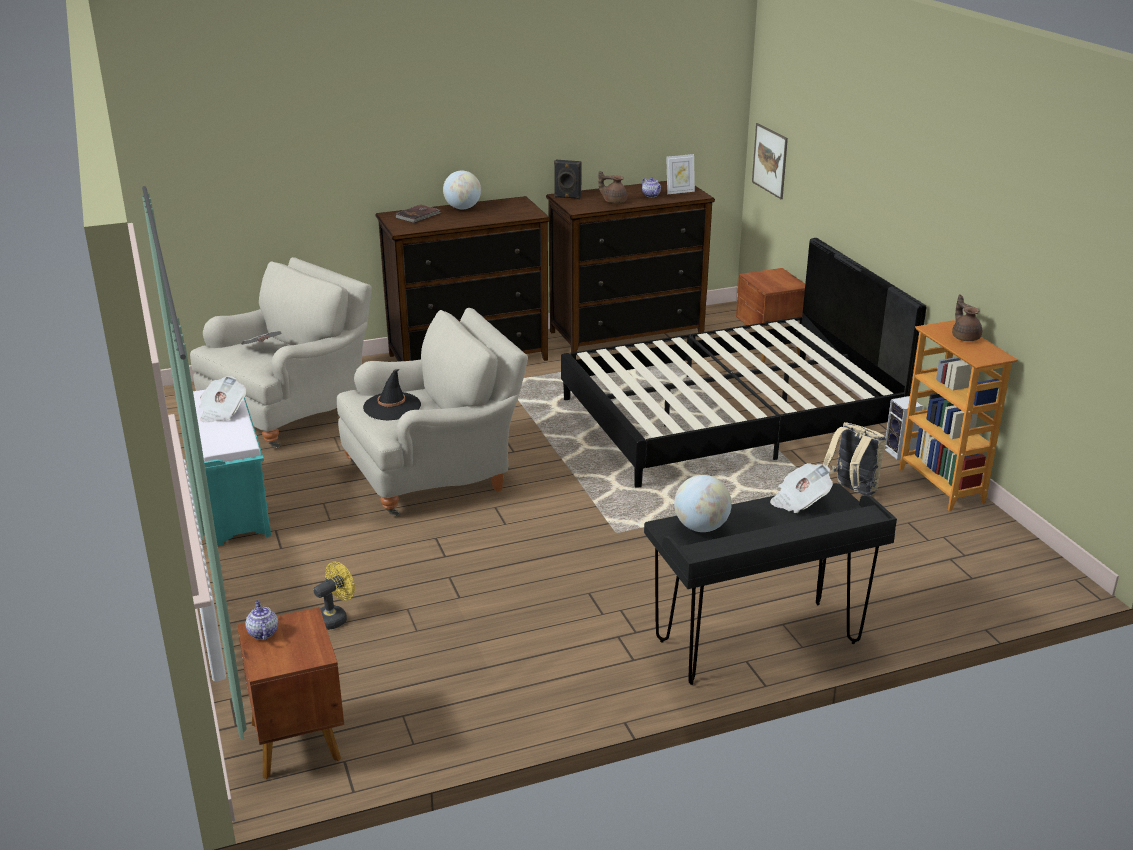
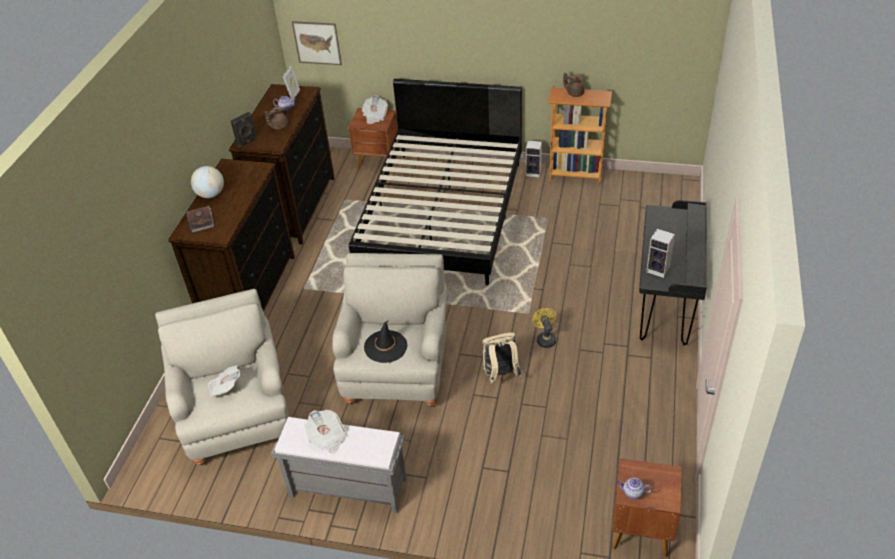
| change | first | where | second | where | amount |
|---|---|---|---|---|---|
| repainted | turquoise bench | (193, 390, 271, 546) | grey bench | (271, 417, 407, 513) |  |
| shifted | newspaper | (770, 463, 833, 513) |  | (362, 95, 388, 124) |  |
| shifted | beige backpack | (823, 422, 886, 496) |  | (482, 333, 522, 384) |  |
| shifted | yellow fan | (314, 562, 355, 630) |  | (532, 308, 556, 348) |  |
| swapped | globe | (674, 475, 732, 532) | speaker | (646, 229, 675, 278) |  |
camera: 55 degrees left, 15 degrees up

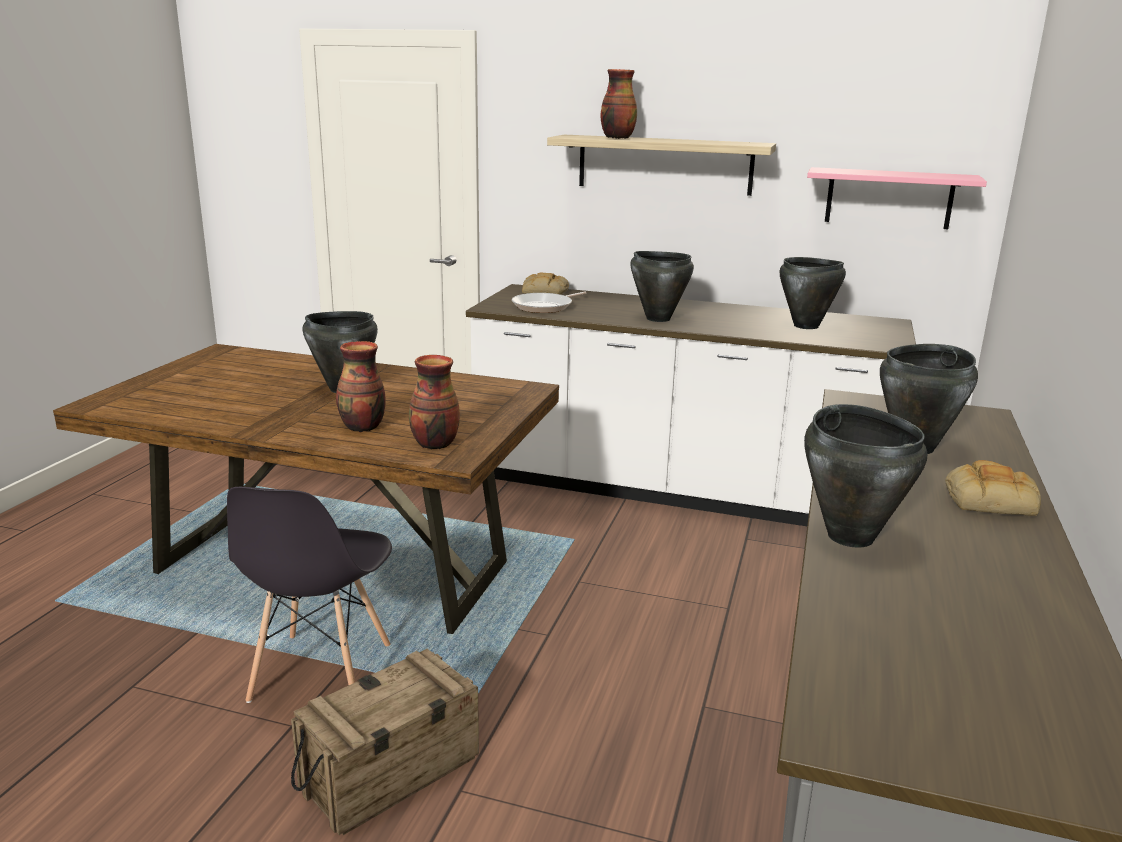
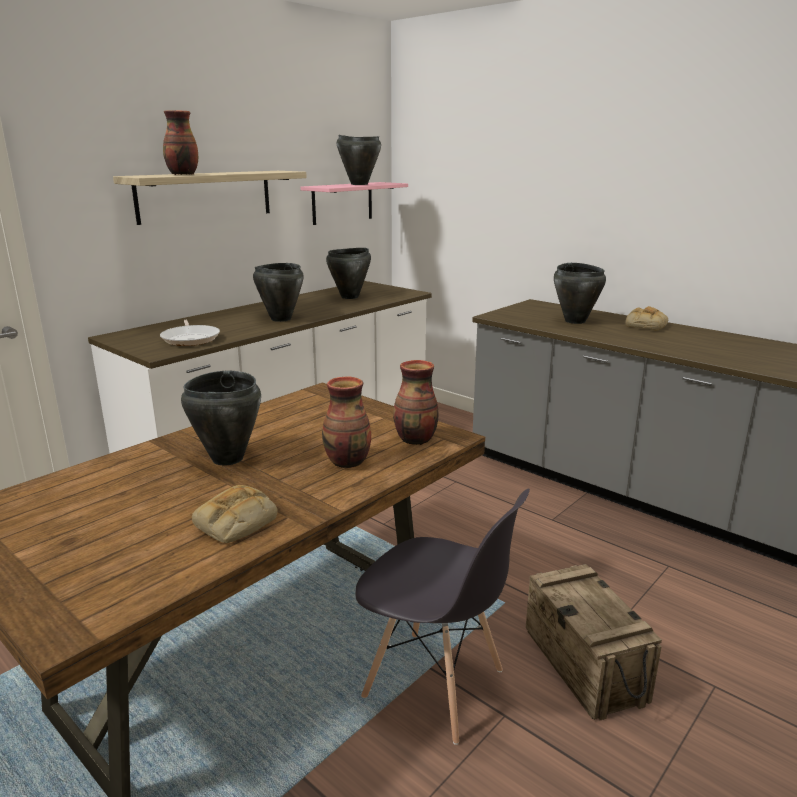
| change | first | where | second | where | amount |
|---|---|---|---|---|---|
| shifted | bread | (522, 273, 569, 295) |  | (192, 485, 278, 543) |  |
| shifted | black cooking pot | (804, 404, 927, 548) |  | (337, 135, 381, 185) |  |
camera: 65 degrees left, 0 degrees up

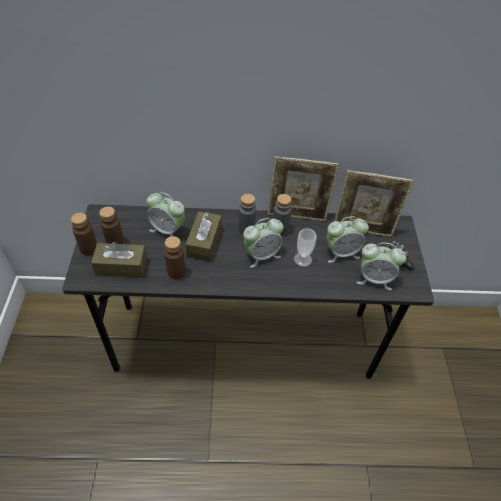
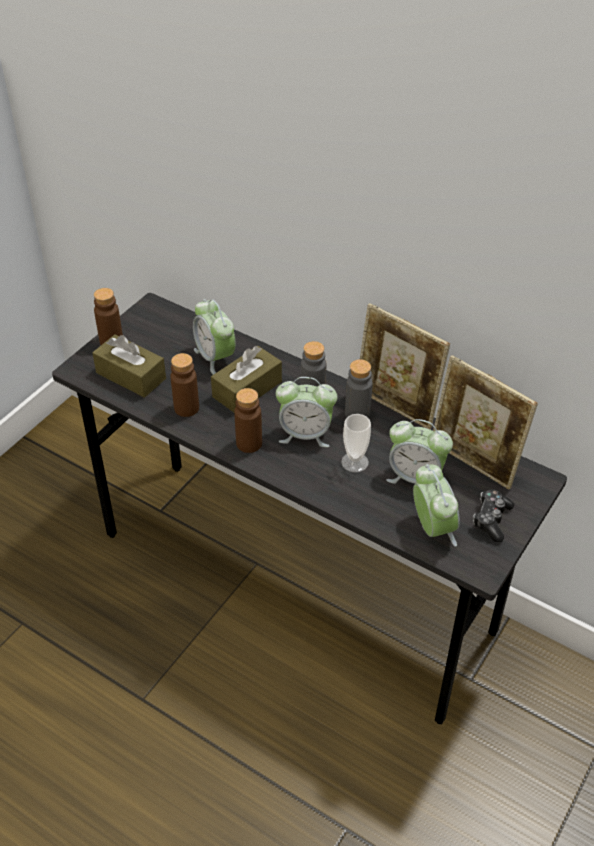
| change | first | where | second | where | amount |
|---|---|---|---|---|---|
| shifted | brown bottle | (99, 206, 124, 244) |  | (234, 388, 262, 453) |  |
| rotated | alarm clock | (356, 242, 406, 290) |  | (413, 464, 460, 547) | 150 degrees counterclockwise |
camera: 35 degrees right, 5 degrees down

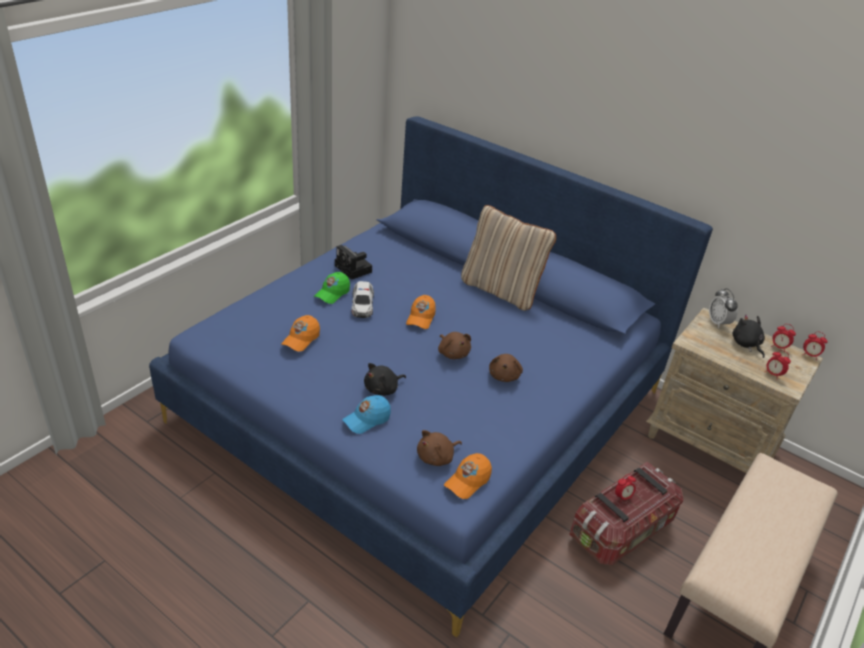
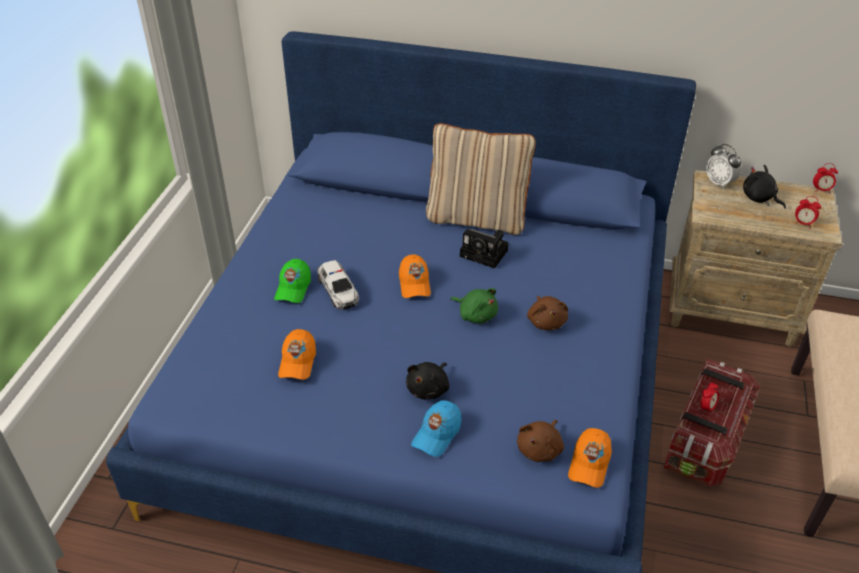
| change | first | where | second | where | amount |
|---|---|---|---|---|---|
| repainted | brown plush toy | (438, 332, 471, 359) | green plush toy | (450, 288, 498, 323) |  |
| shifted | photo camera | (335, 245, 372, 280) |  | (460, 229, 509, 269) |  |
| gone | alarm clock | (771, 324, 796, 352) |  |  |  |
camera: 20 degrees left, 5 degrees up

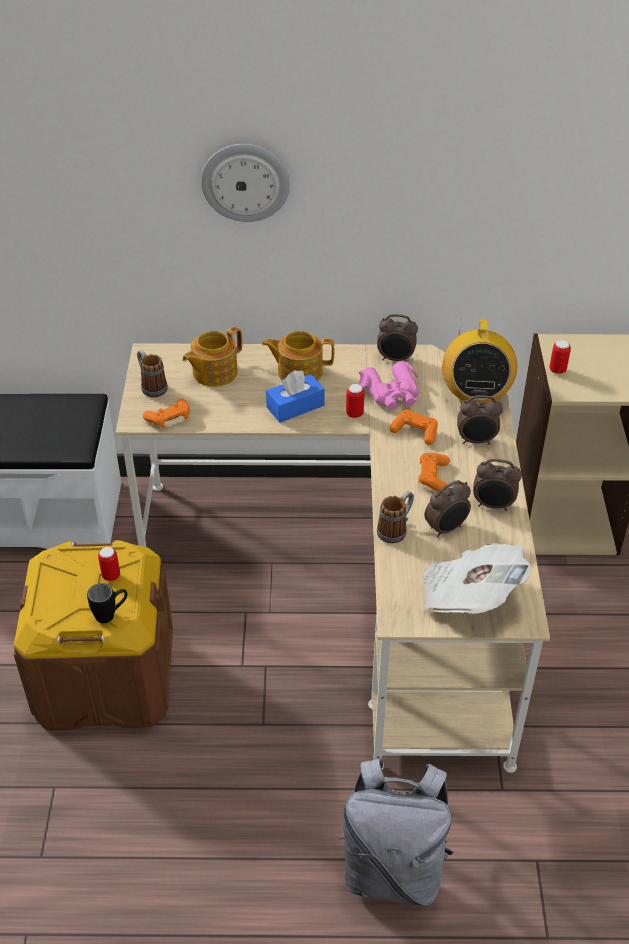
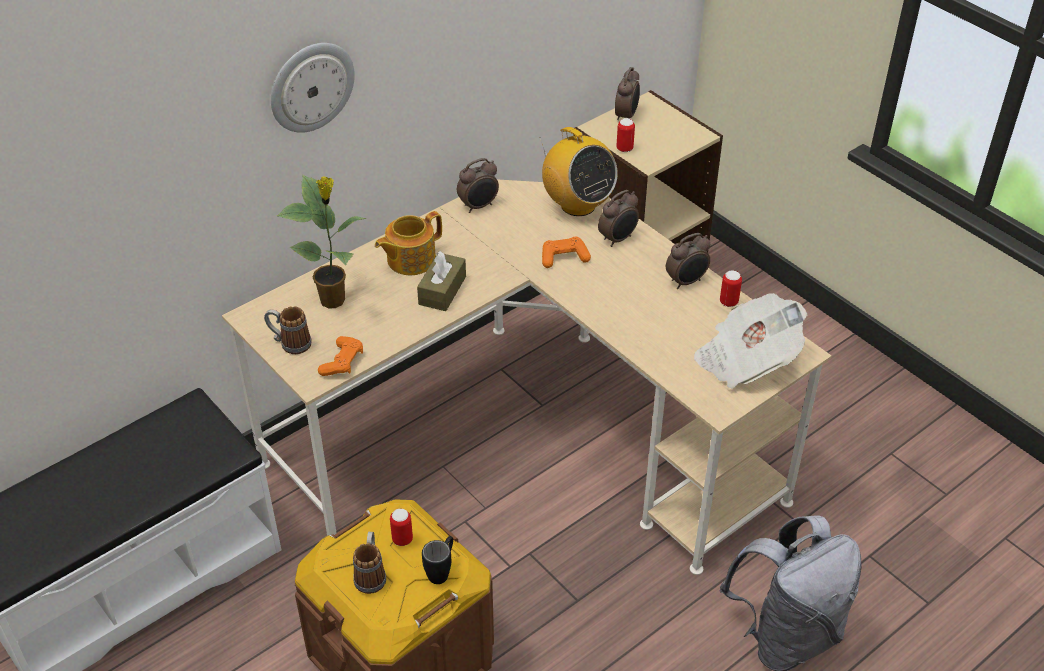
| change | first | where | second | where | amount |
|---|---|---|---|---|---|
| swapped | teapot | (182, 327, 242, 387) | potted plant | (277, 175, 366, 309) |  |
| shifted | mug | (377, 491, 414, 543) |  | (353, 532, 386, 594) |  |
| repainted | blue tissue box | (266, 370, 325, 423) | brown tissue box | (417, 251, 466, 311) |  |
| shifted | alarm clock | (424, 480, 471, 538) |  | (615, 67, 640, 120) |  |
| shifted | can | (346, 384, 364, 418) |  | (720, 270, 742, 307) |  |
| gone | pink binoculars | (359, 361, 419, 410) |  |  |  |
| gone | orange game controller | (419, 453, 450, 491) |  |  |  |
camera: 40 degrees left, 0 degrees up

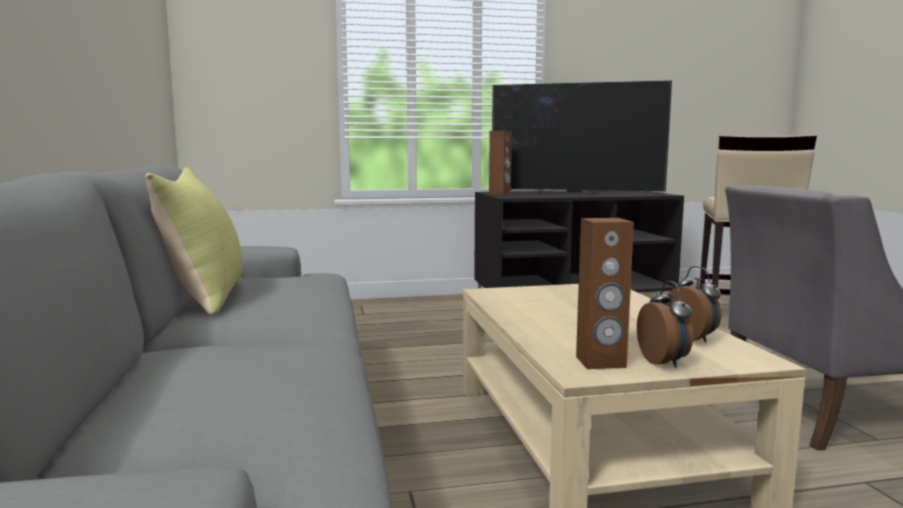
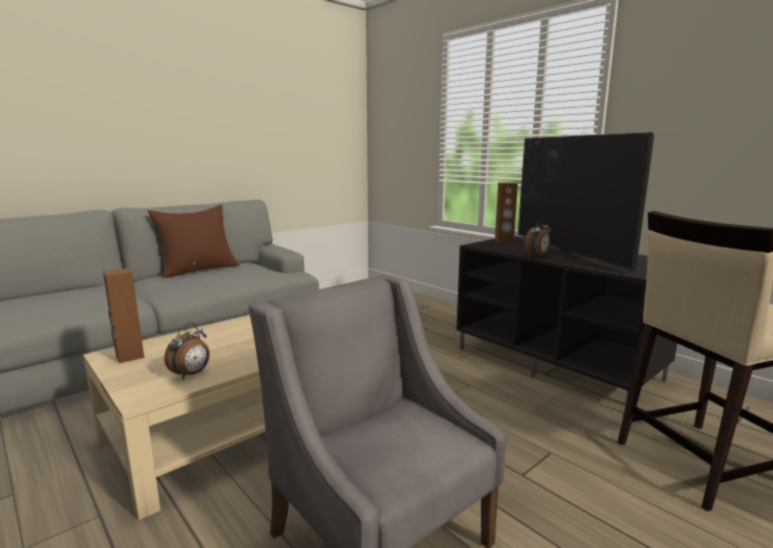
| change | first | where | second | where | amount |
|---|---|---|---|---|---|
| repainted | yellow pillow | (145, 167, 242, 315) | brown pillow | (147, 205, 239, 278) |  |
| shifted | alarm clock | (637, 281, 693, 367) |  | (525, 218, 551, 257) |  |
camera: 60 degrees right, 5 degrees up

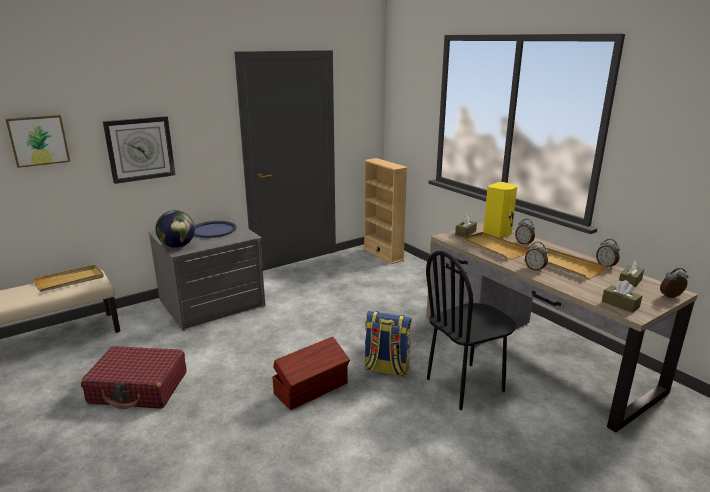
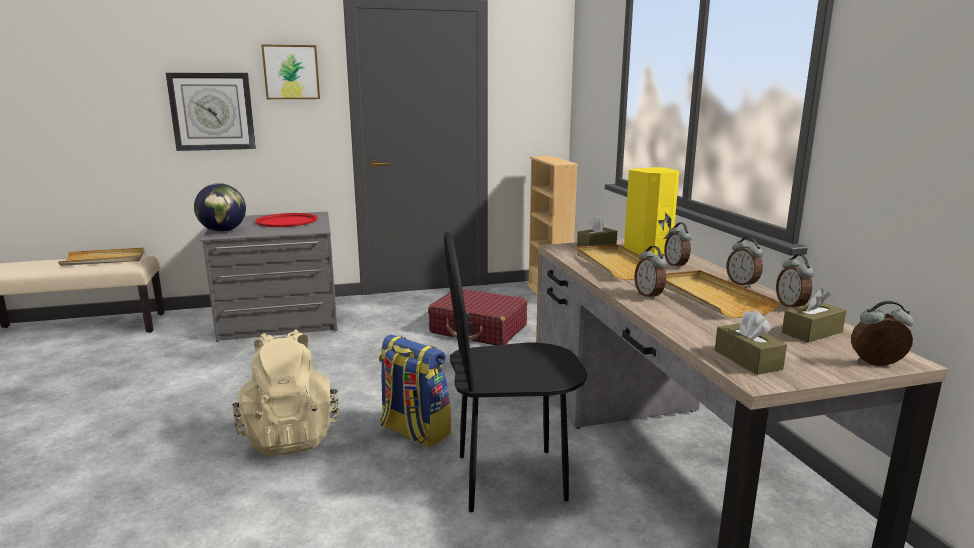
| change | first | where | second | where | amount |
|---|---|---|---|---|---|
| swapped | brown storage box | (272, 337, 350, 410) | beige backpack | (232, 330, 339, 456) |  |
| repainted | blue tray | (194, 221, 237, 238) | red tray | (255, 213, 318, 227) |  |
| shifted | picture | (6, 115, 70, 168) |  | (261, 44, 320, 99) |  |
| shifted | red suitcase | (81, 346, 187, 409) |  | (428, 289, 527, 345) |  |
| new |  |  | alarm clock | (726, 237, 763, 288) |  |
camera: 20 degrees right, 5 degrees down

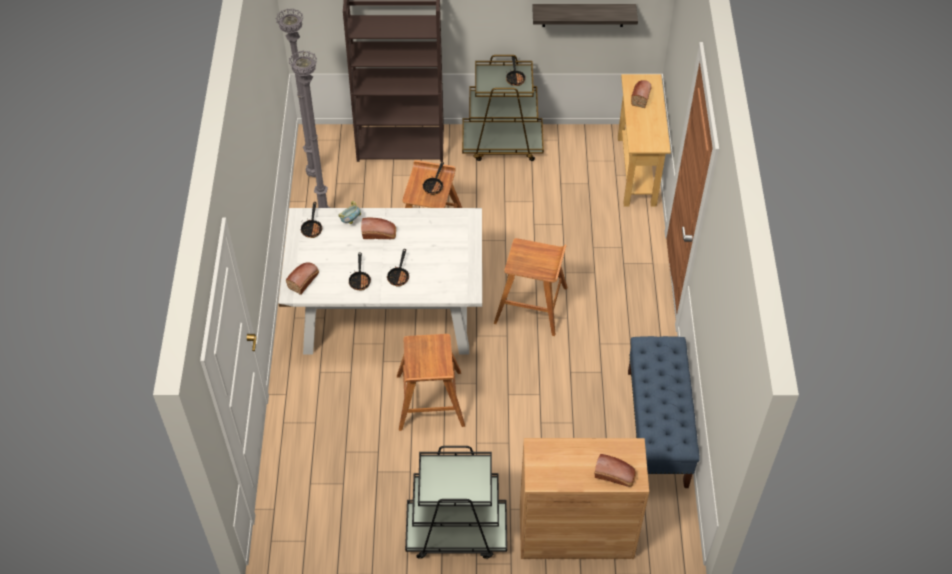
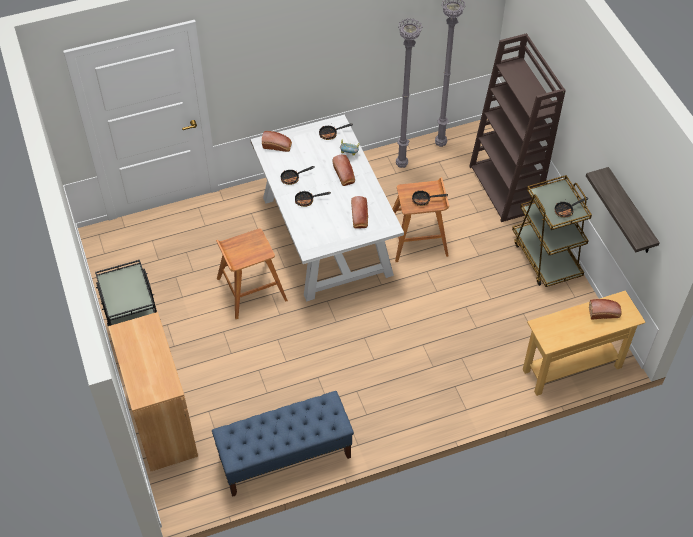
| change | first | where | second | where | amount |
|---|---|---|---|---|---|
| shifted | bread | (595, 454, 636, 487) |  | (351, 196, 368, 229) |  |
| gone | brown stool | (494, 238, 567, 336) |  |  |  |
camera: 70 degrees right, 0 degrees up

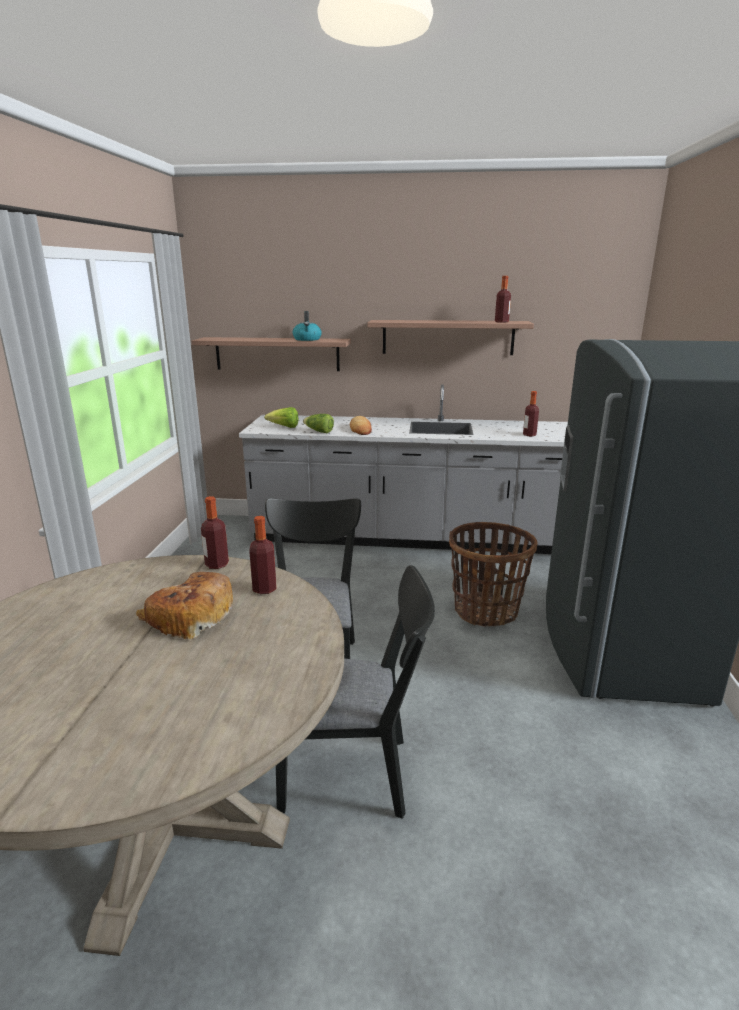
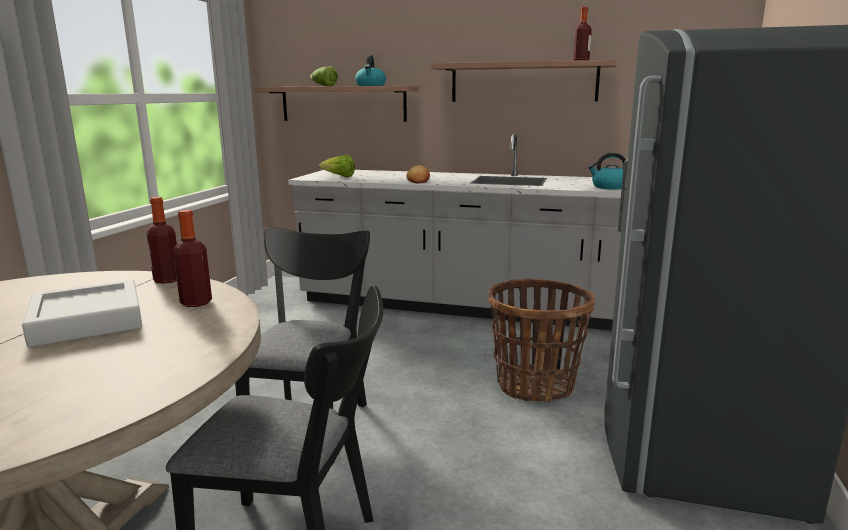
| change | first | where | second | where | amount |
|---|---|---|---|---|---|
| swapped | bread | (136, 572, 233, 639) | grey tray | (22, 280, 142, 347) |  |
| shifted | lettuce | (303, 414, 334, 433) |  | (310, 66, 338, 86) |  |
| swapped | bottle | (523, 391, 539, 437) | kettle | (588, 153, 626, 189) |  |
camera: 10 degrees right, 5 degrees down

